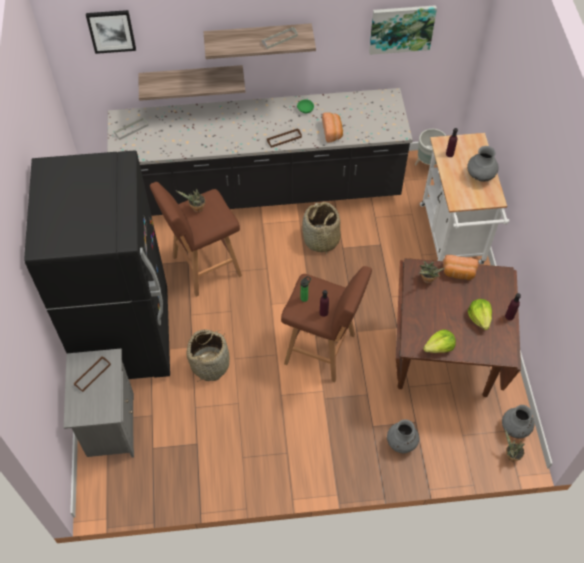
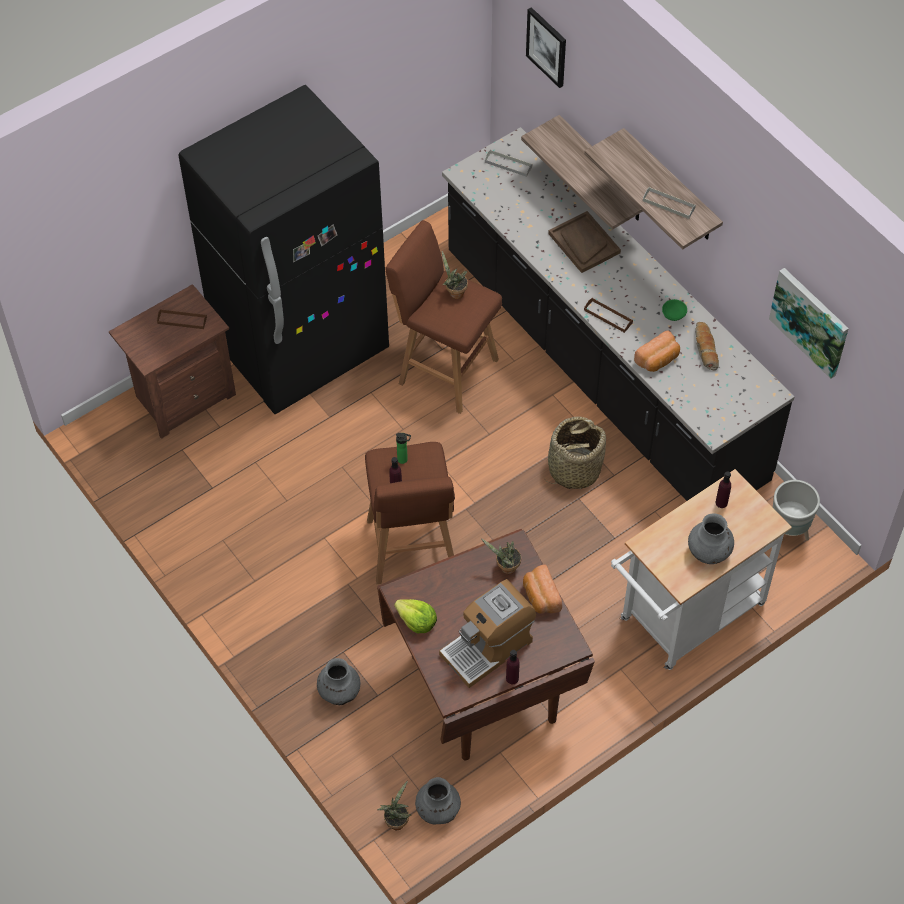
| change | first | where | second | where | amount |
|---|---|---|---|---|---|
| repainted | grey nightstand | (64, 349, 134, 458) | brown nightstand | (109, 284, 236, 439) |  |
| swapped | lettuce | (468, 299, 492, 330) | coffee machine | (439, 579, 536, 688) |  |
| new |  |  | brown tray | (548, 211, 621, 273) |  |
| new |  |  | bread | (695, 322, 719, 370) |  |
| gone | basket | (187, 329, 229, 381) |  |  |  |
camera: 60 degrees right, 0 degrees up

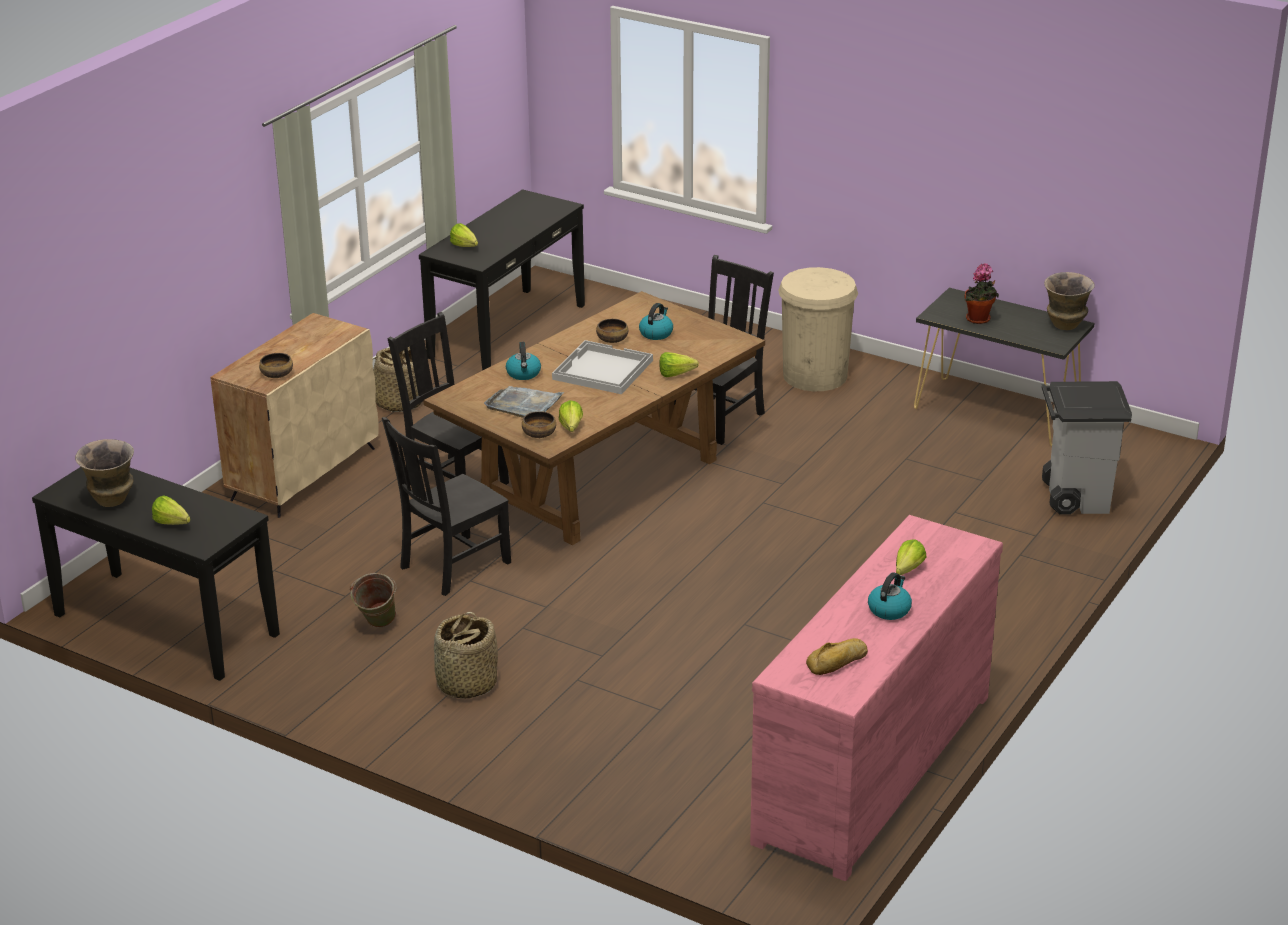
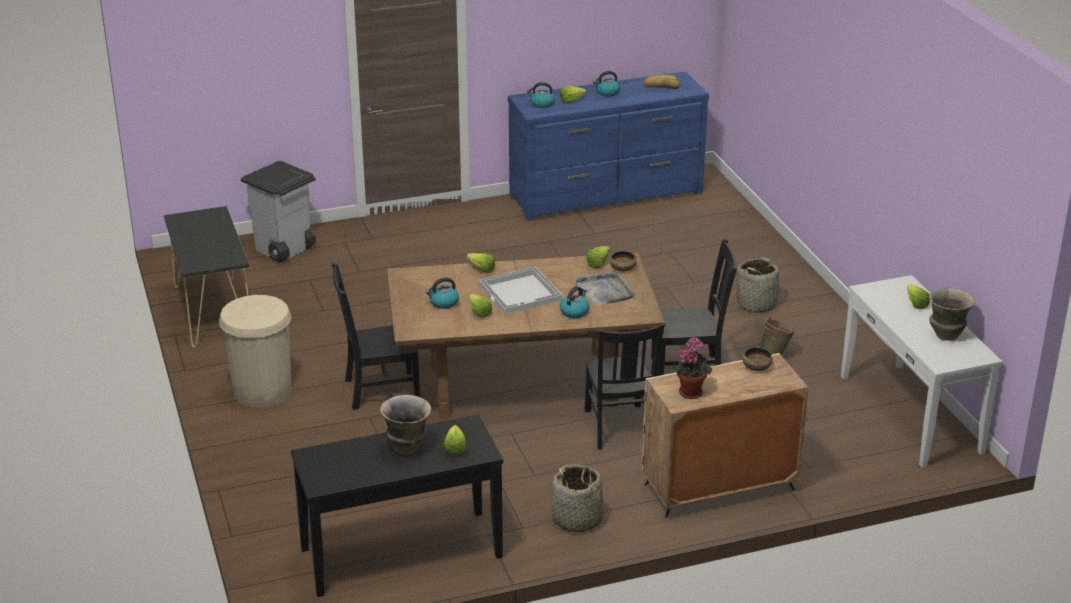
| change | first | where | second | where | amount |
|---|---|---|---|---|---|
| shifted | vase | (1044, 272, 1095, 330) |  | (380, 395, 431, 454) |  |
| swapped | bowl | (596, 319, 628, 343) | lettuce | (469, 294, 492, 318) |  |
| repainted | pink dresser | (750, 515, 1003, 881) | blue dresser | (508, 72, 709, 221) |  |
| new |  |  | kettle | (527, 82, 555, 108) |  |
| shifted | potted plant | (964, 263, 999, 324) |  | (673, 337, 712, 399) |  |
| repainted | black console table | (32, 467, 280, 681) | white console table | (841, 275, 1003, 468) |  |
camera: 140 degrees left, 0 degrees up

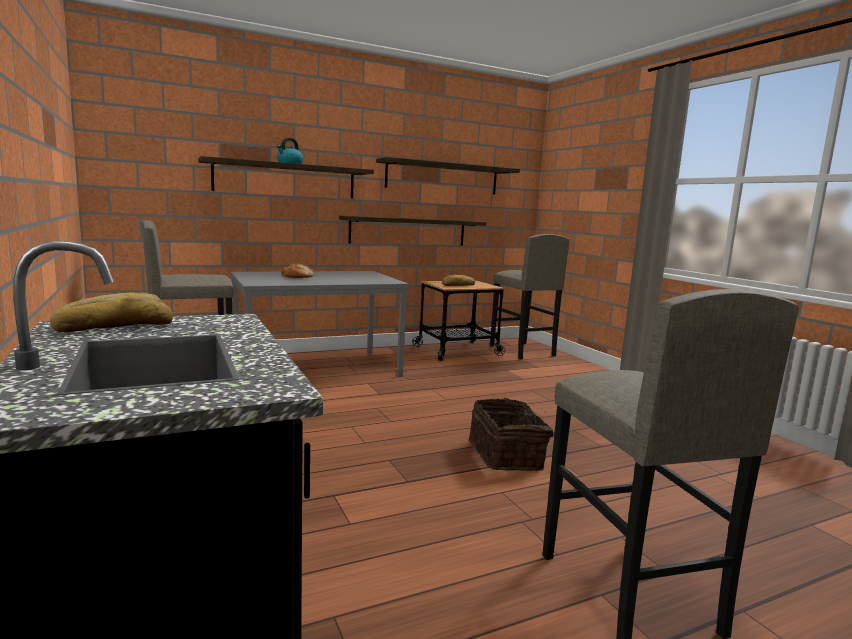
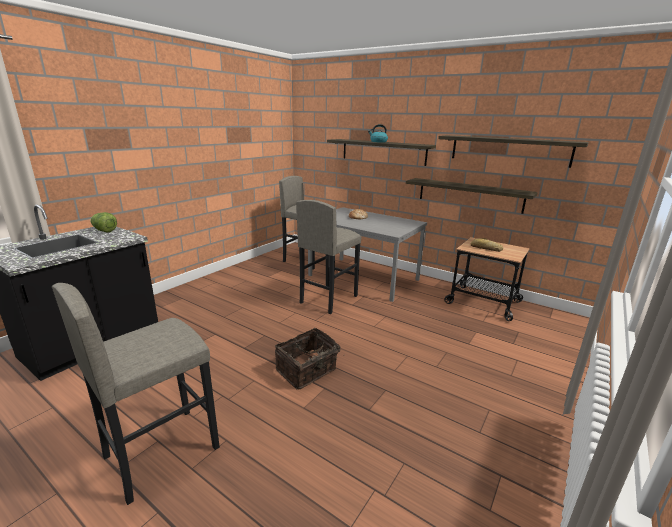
| change | first | where | second | where | amount |
|---|---|---|---|---|---|
| swapped | bread | (50, 293, 173, 332) | lettuce | (90, 212, 117, 232) |  |
| shifted | grey stool | (490, 234, 570, 360) |  | (296, 200, 361, 314) |  |
camera: 60 degrees right, 10 degrees up

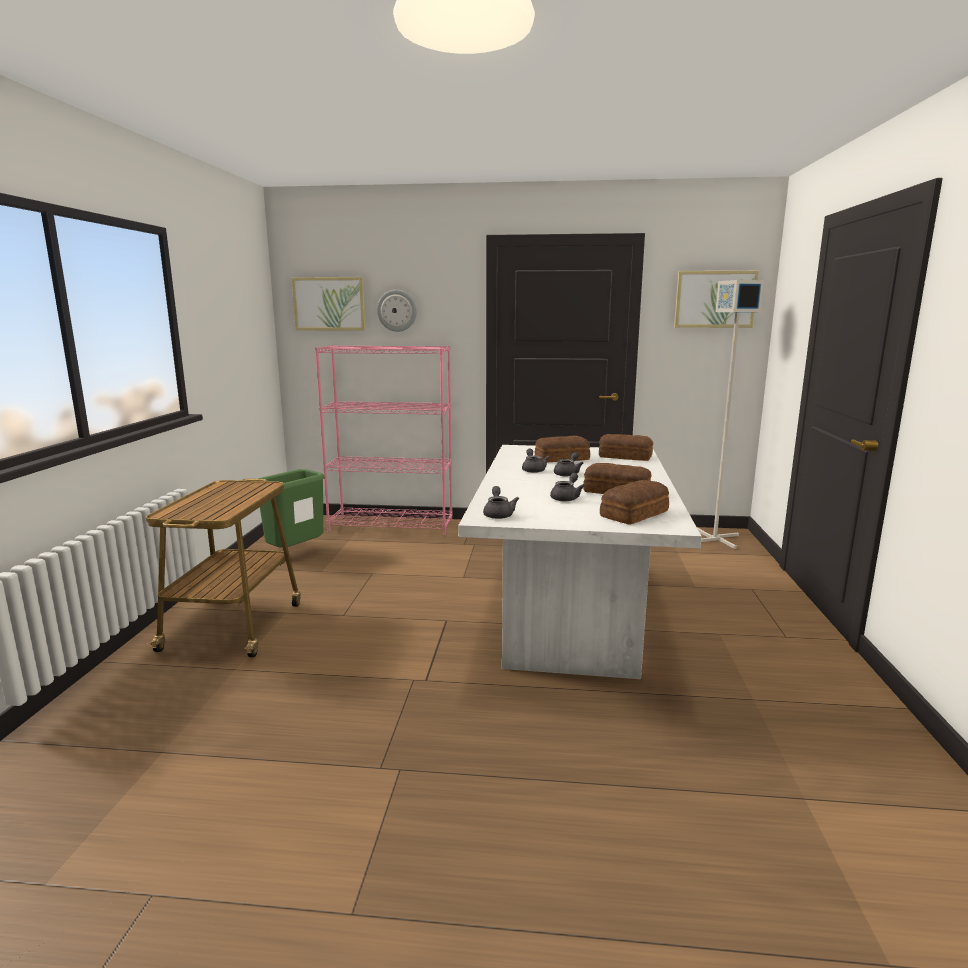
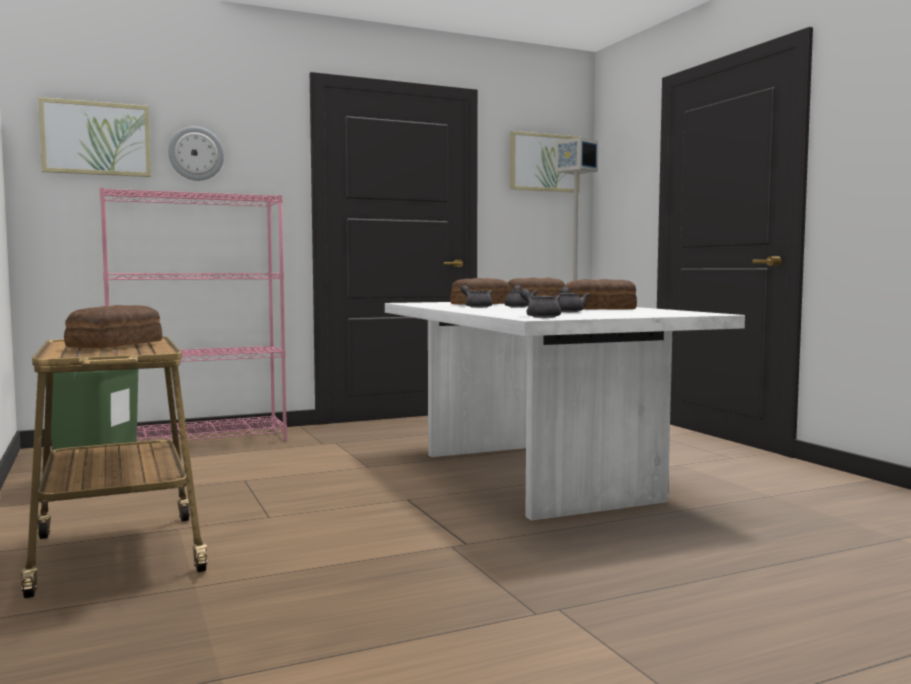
| change | first | where | second | where | amount |
|---|---|---|---|---|---|
| shifted | bread | (600, 480, 669, 524) |  | (64, 305, 162, 348) |  |
camera: 30 degrees left, 10 degrees down

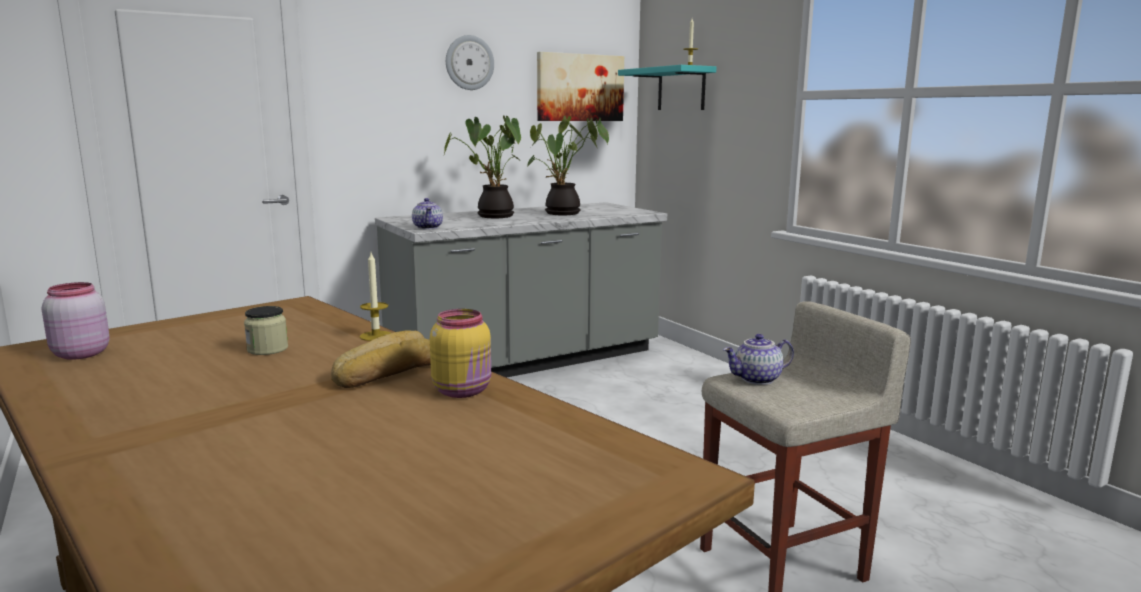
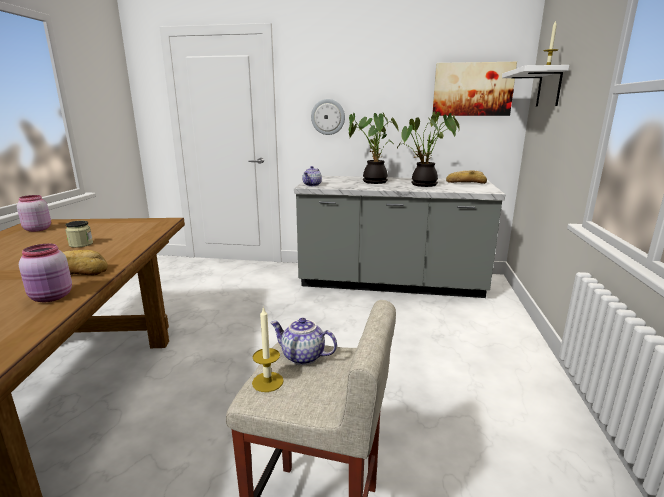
| change | first | where | second | where | amount |
|---|---|---|---|---|---|
| repainted | yellow jar | (430, 309, 491, 398) | pink jar | (19, 244, 72, 302) |  |
| shifted | candle | (360, 253, 391, 341) |  | (252, 306, 284, 392) |  |
| shifted | wall clock | (446, 35, 494, 90) |  | (311, 99, 345, 135) |  |
| new |  |  | bread | (446, 171, 487, 184) |  |
| repainted | turquoise shelf | (618, 65, 717, 110) | white shelf | (502, 65, 569, 106) |  |
camera: 40 degrees right, 5 degrees up

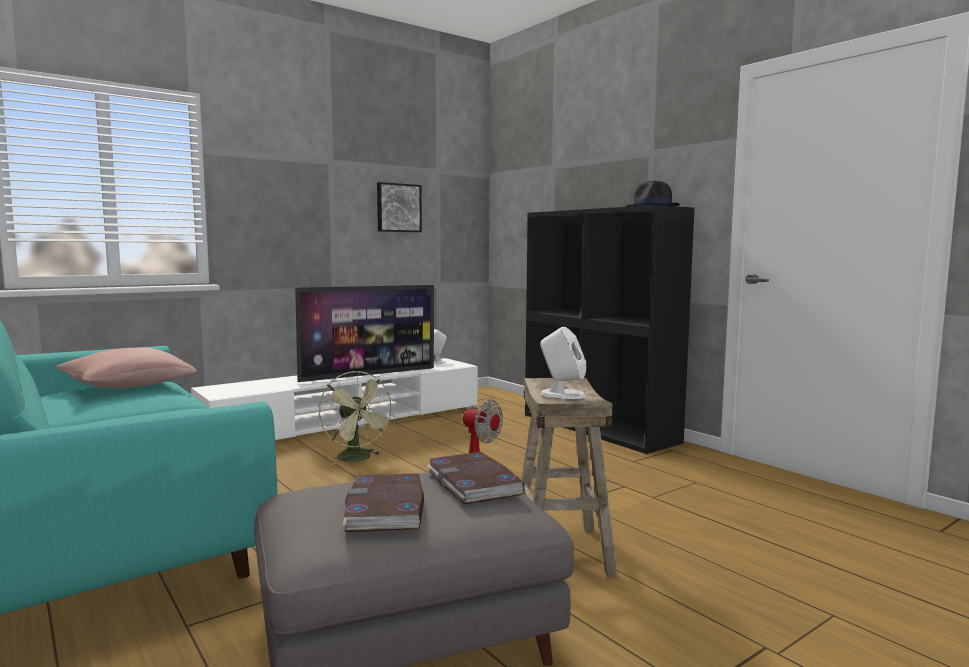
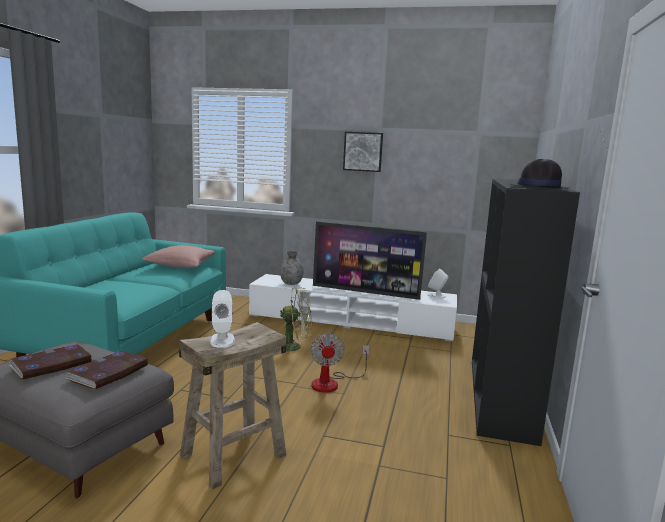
| change | first | where | second | where | amount |
|---|---|---|---|---|---|
| new |  |  | grey vase | (280, 251, 303, 285) |  |
| rotated | green fan | (319, 371, 395, 465) |  | (280, 287, 312, 356) | 105 degrees counterclockwise |
| shifted | picture | (377, 182, 422, 232) |  | (343, 132, 383, 172) |  |
camera: 50 degrees right, 5 degrees up

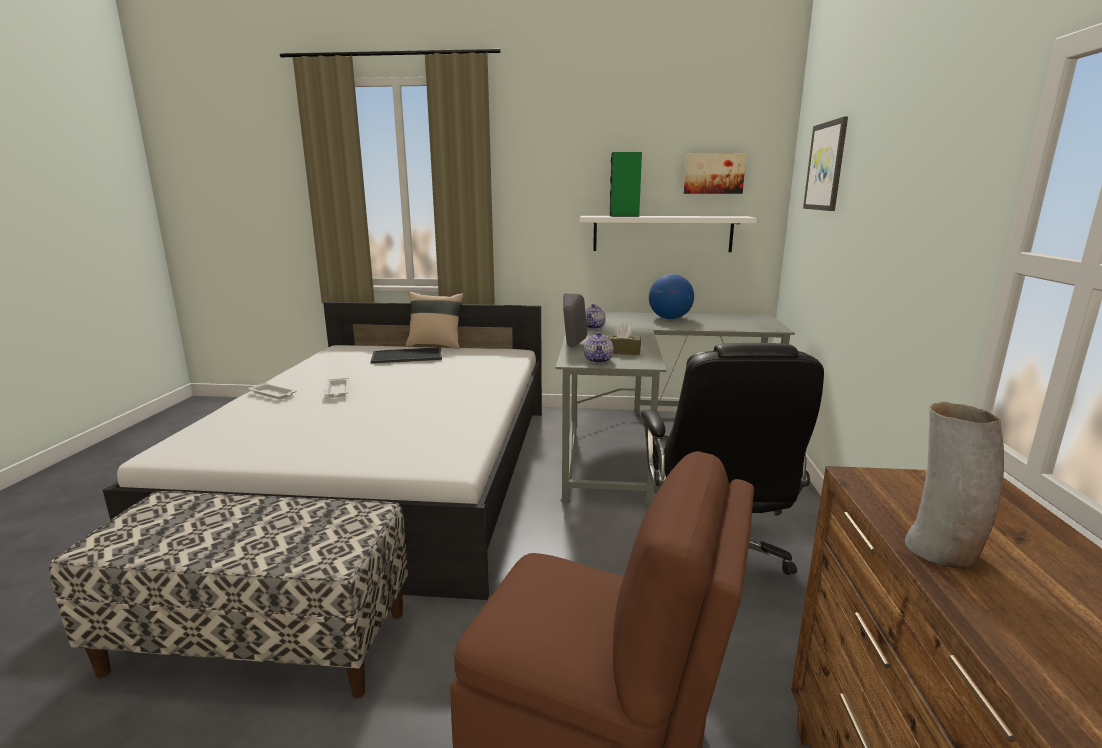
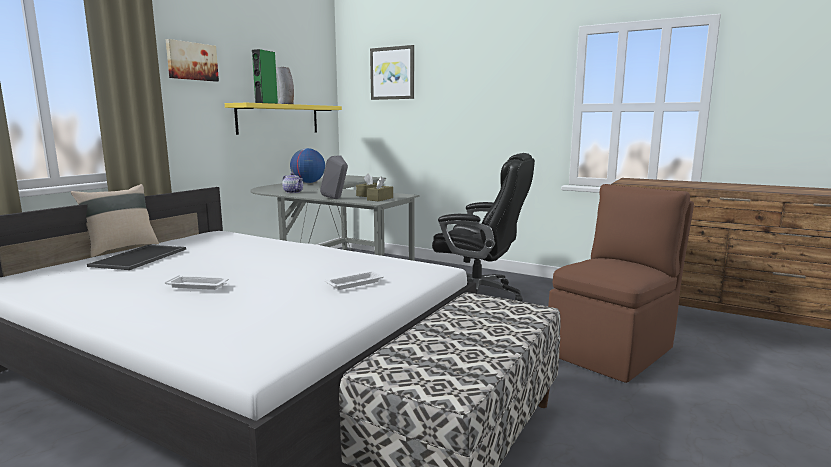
| change | first | where | second | where | amount |
|---|---|---|---|---|---|
| shifted | picture | (684, 154, 746, 194) |  | (166, 39, 219, 82) |  |
| repainted | white shelf | (580, 216, 757, 252) | yellow shelf | (225, 103, 342, 135) |  |
| shifted | vase | (905, 402, 1004, 568) |  | (276, 67, 294, 104) |  |
| shifted | white tray | (248, 383, 297, 400) |  | (325, 271, 384, 290) |  |
| swapped | teapot | (584, 332, 614, 363) | brown tissue box | (367, 177, 393, 201) |  |
camera: 65 degrees left, 5 degrees down

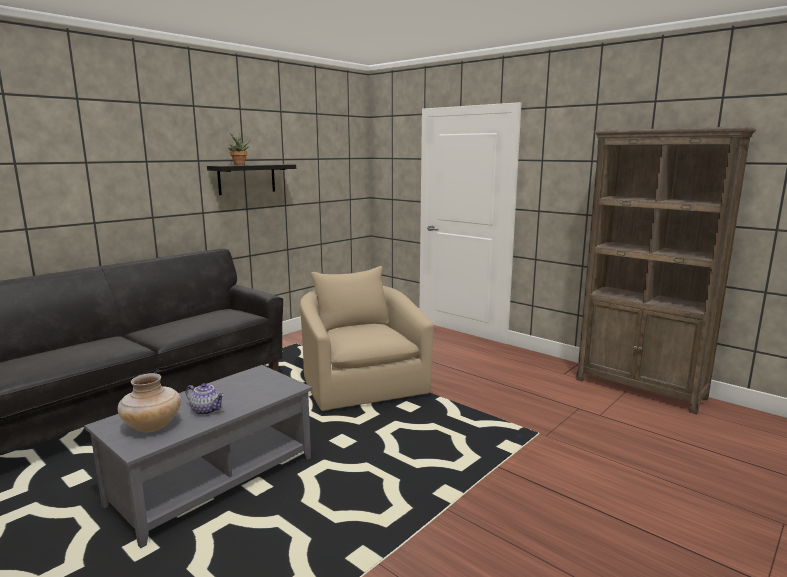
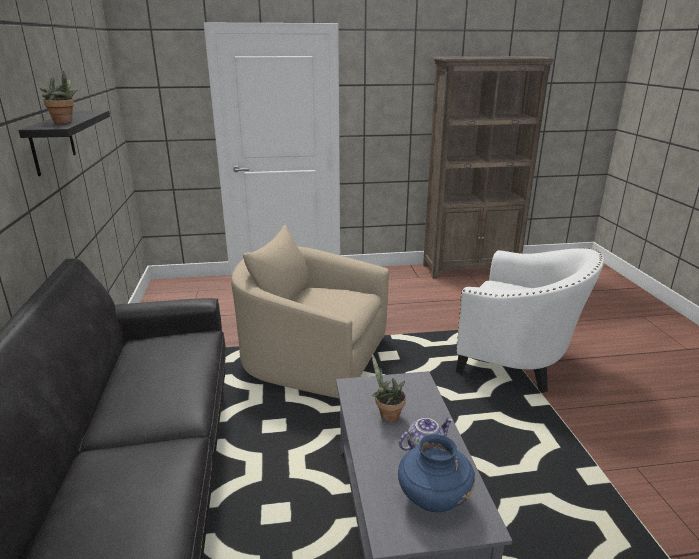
| change | first | where | second | where | amount |
|---|---|---|---|---|---|
| new |  |  | potted plant | (372, 354, 406, 422) |  |
| repainted | beige vase | (118, 373, 181, 432) | blue vase | (398, 434, 475, 512) |  |
| new |  |  | white armchair | (456, 248, 604, 393) |  |
camera: 50 degrees left, 10 degrees up

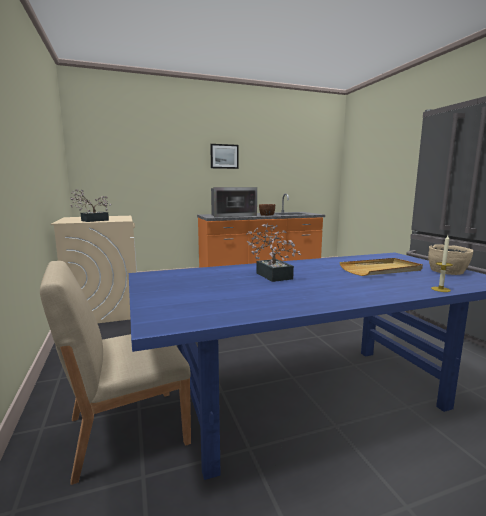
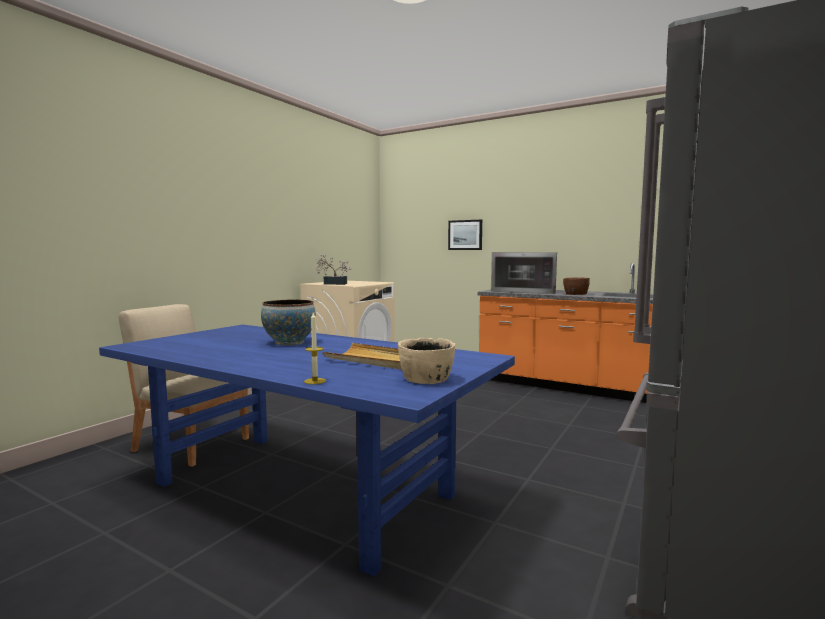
| change | first | where | second | where | amount |
|---|---|---|---|---|---|
| swapped | potted plant | (246, 224, 302, 282) | bowl | (261, 299, 316, 345) |  |
| shifted | picture | (210, 144, 239, 169) |  | (448, 220, 482, 250) |  |
camera: 50 degrees right, 5 degrees down

